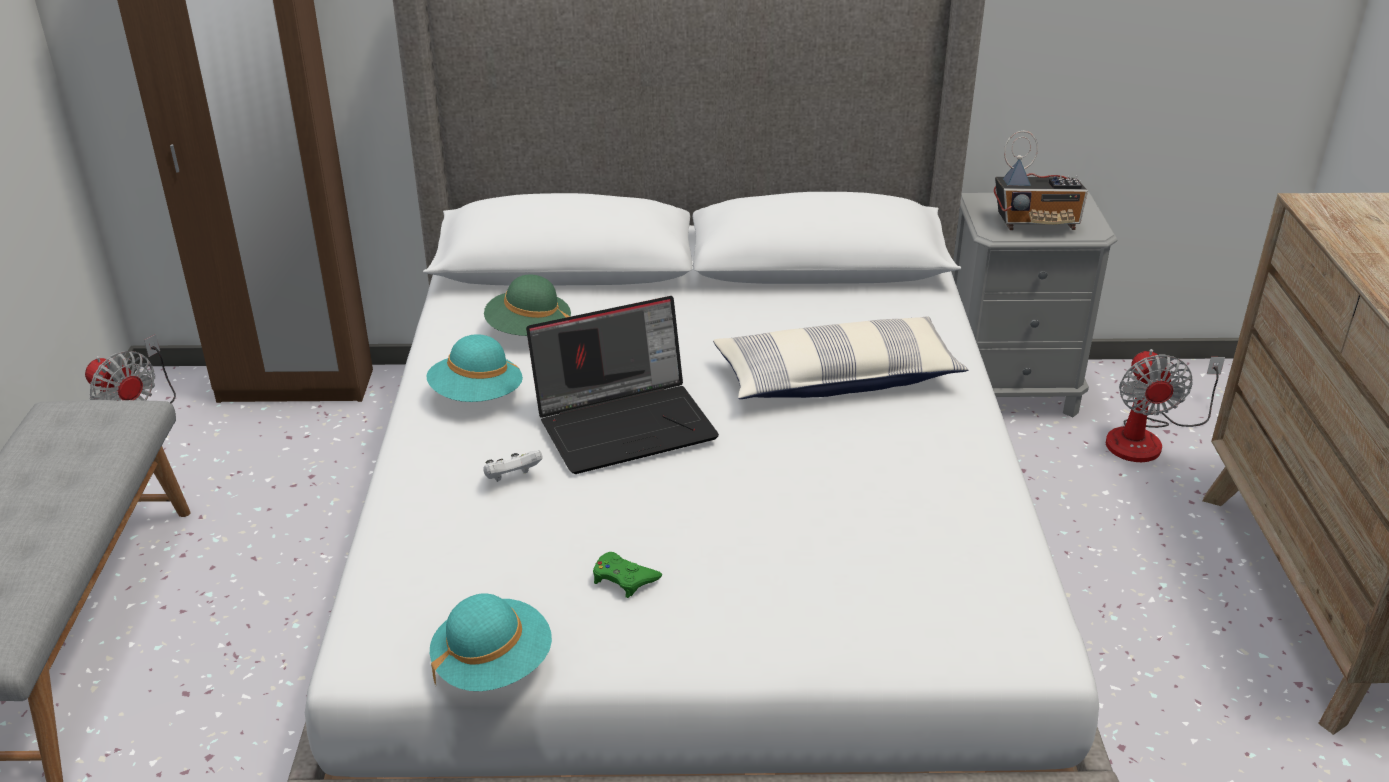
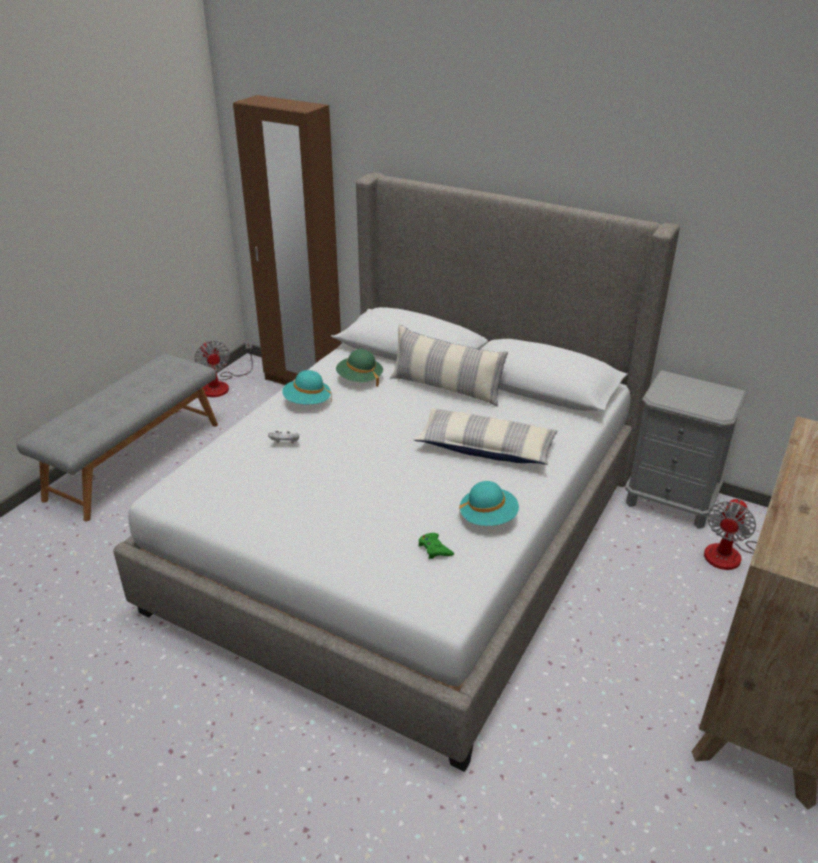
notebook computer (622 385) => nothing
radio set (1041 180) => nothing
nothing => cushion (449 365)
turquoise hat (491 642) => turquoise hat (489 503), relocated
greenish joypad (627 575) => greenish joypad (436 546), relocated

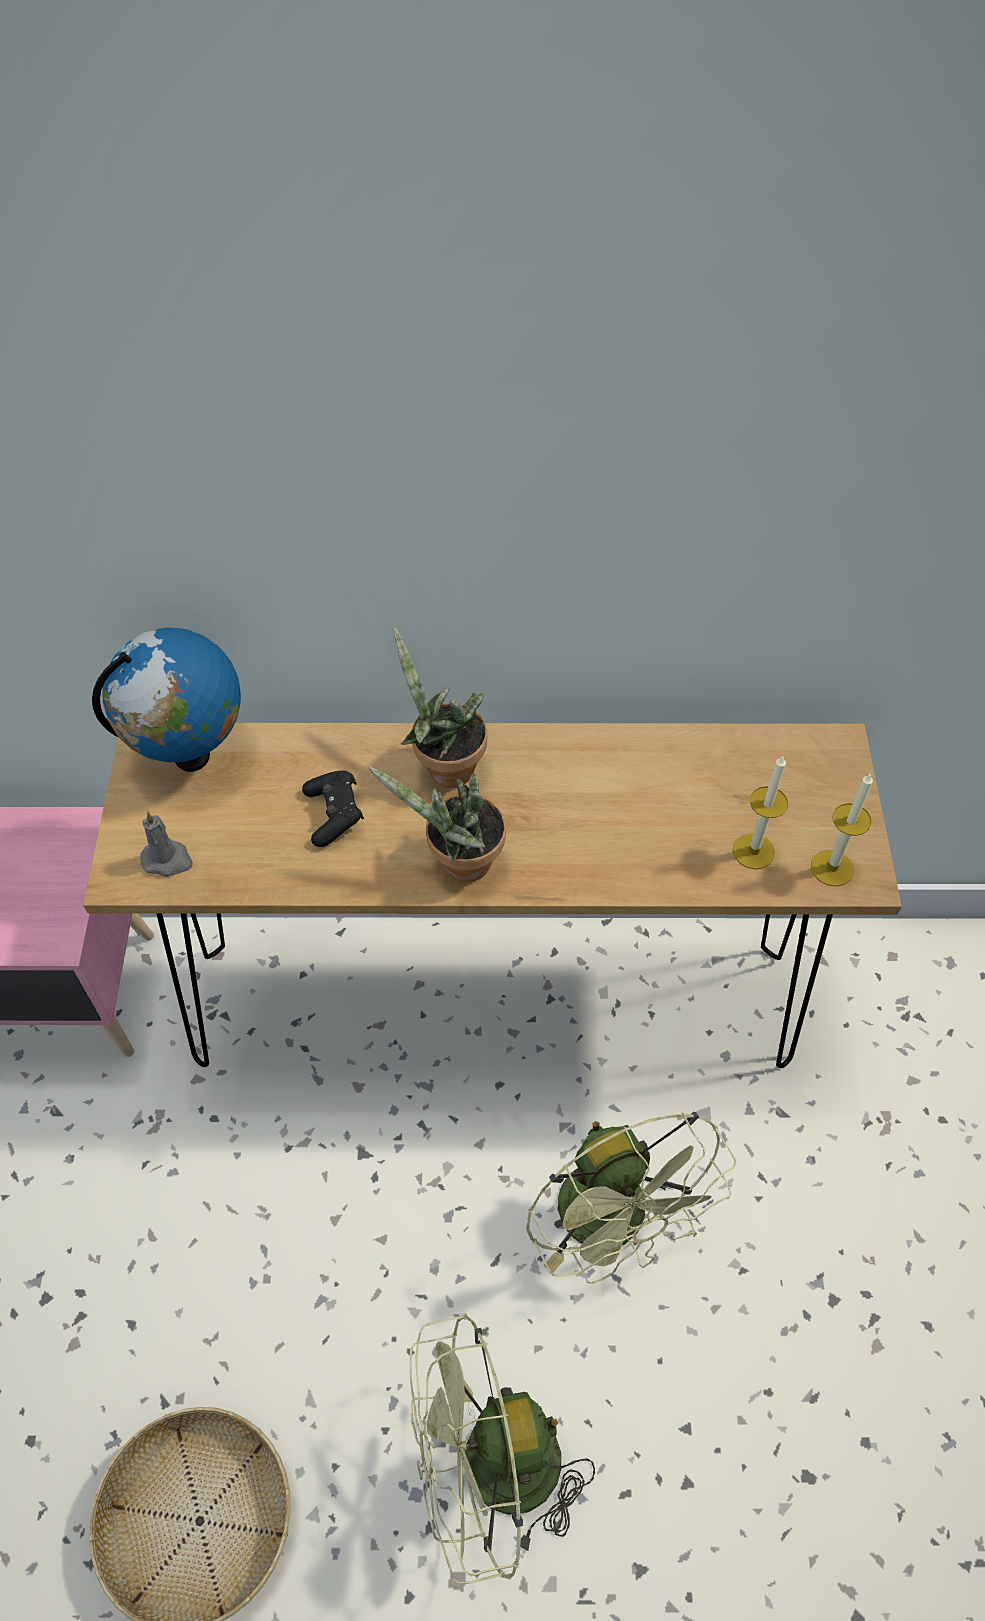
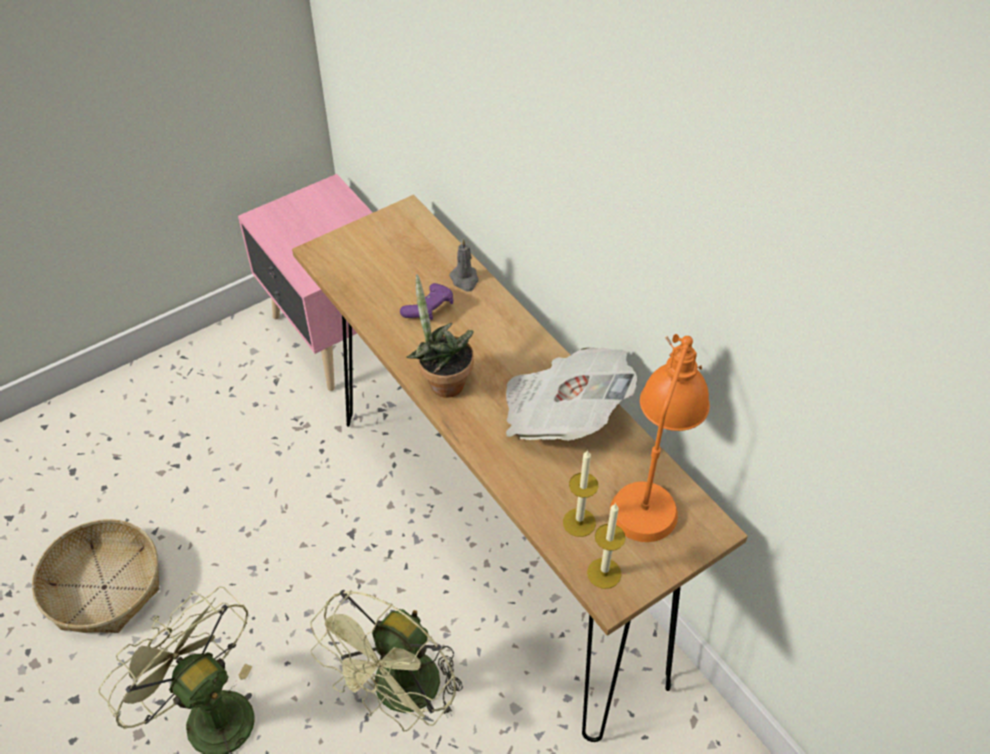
globe (166 699) => nothing
houseplant (440 707) => nothing
nothing => daily paper (571 394)
nothing => orange-coloured table lamp (660 438)
grey wax light (167 844) => grey wax light (463 264), relocated
black joypad (333 808) => purplish joypad (426 301)

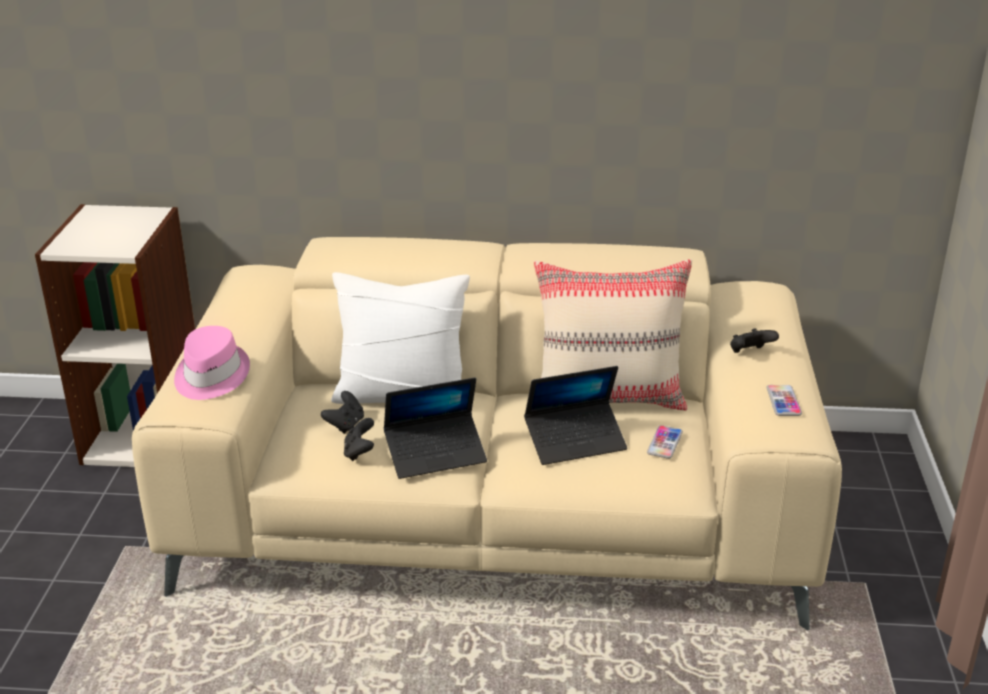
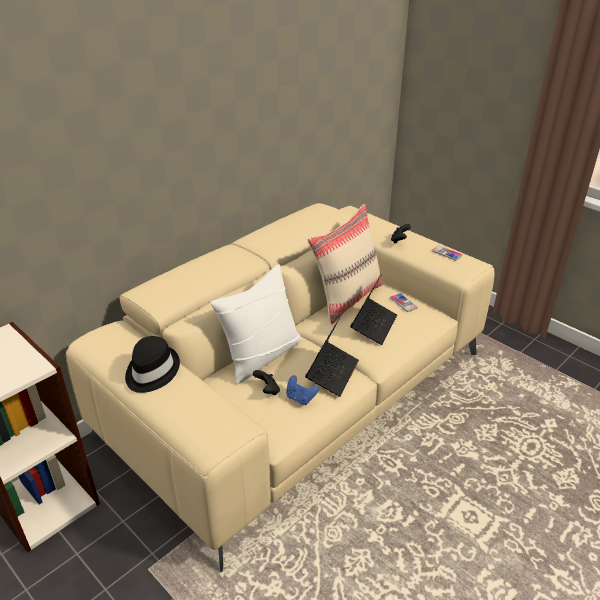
pink-coloured hat (212 363) => nothing
nothing => black hat (152 364)
black joypad (359 439) => bluish joypad (302 390)

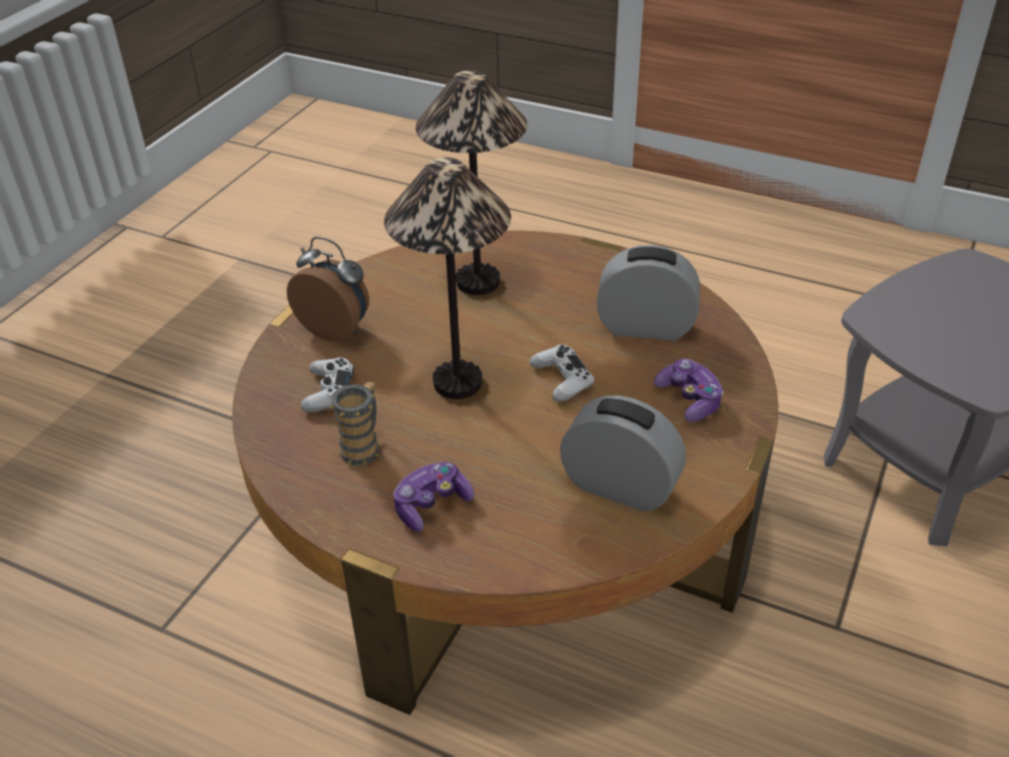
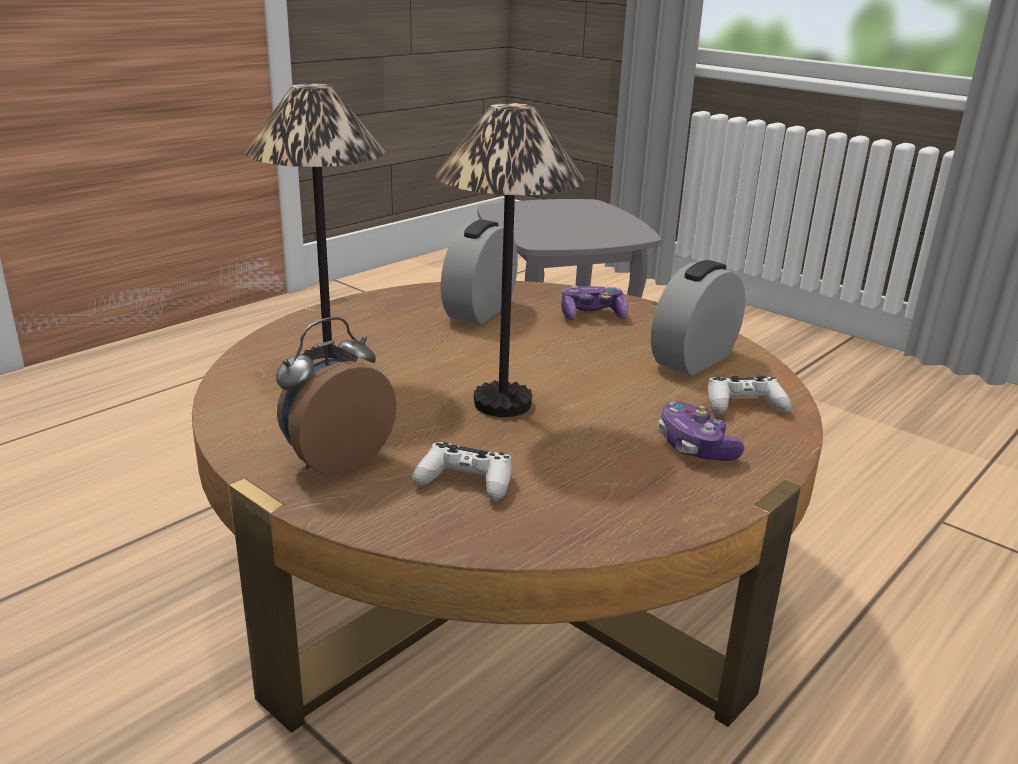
coffee mug (355 424) => nothing
white-coloured joypad (561 372) => white-coloured joypad (750 394), relocated

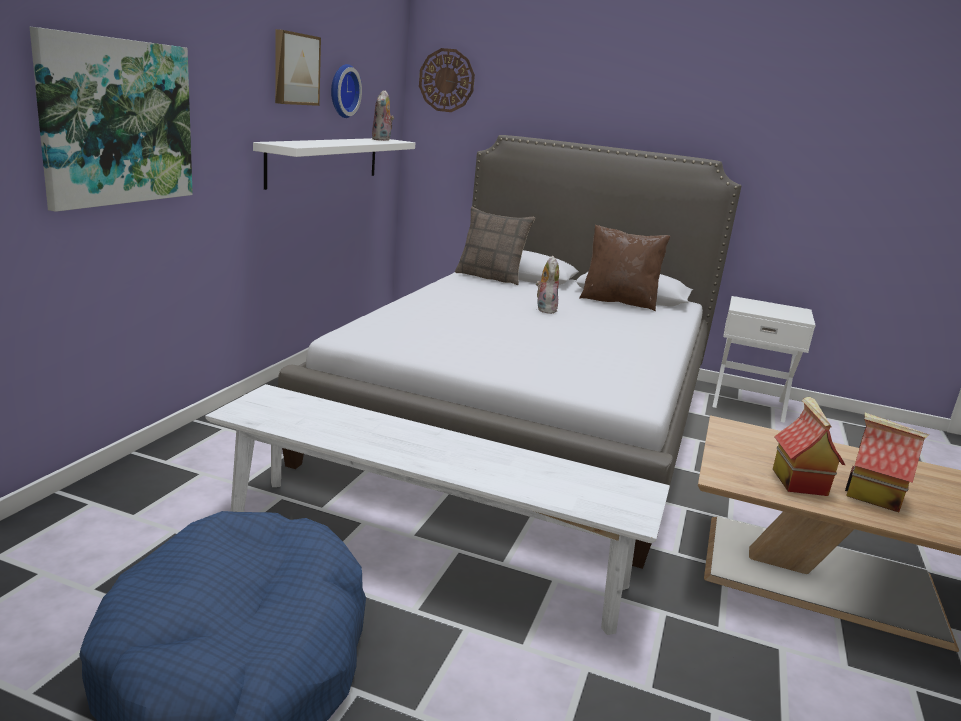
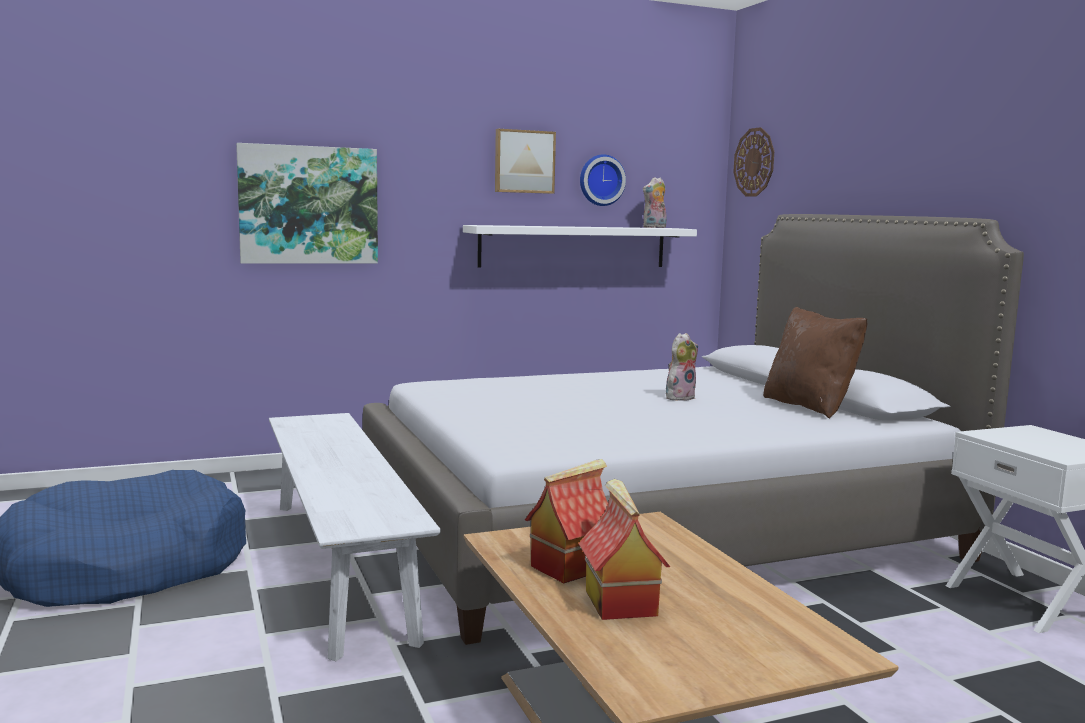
cushion (495 246) => nothing

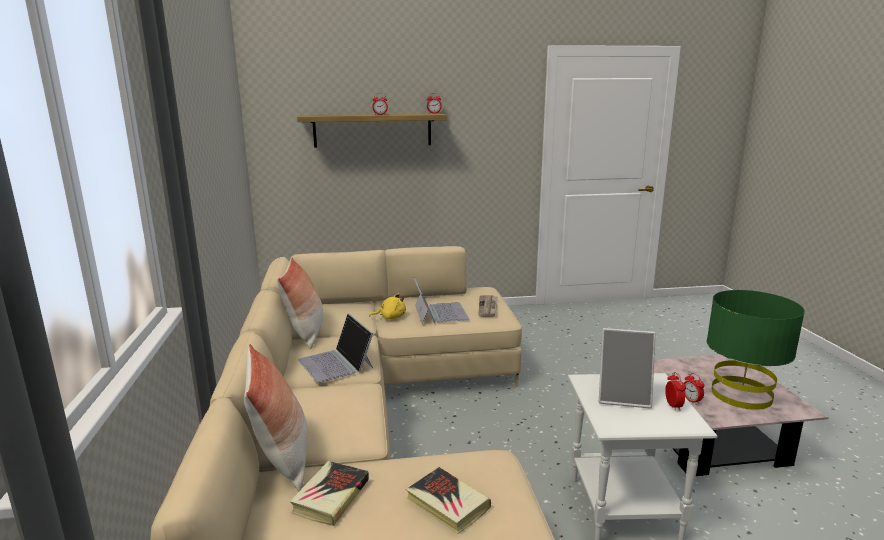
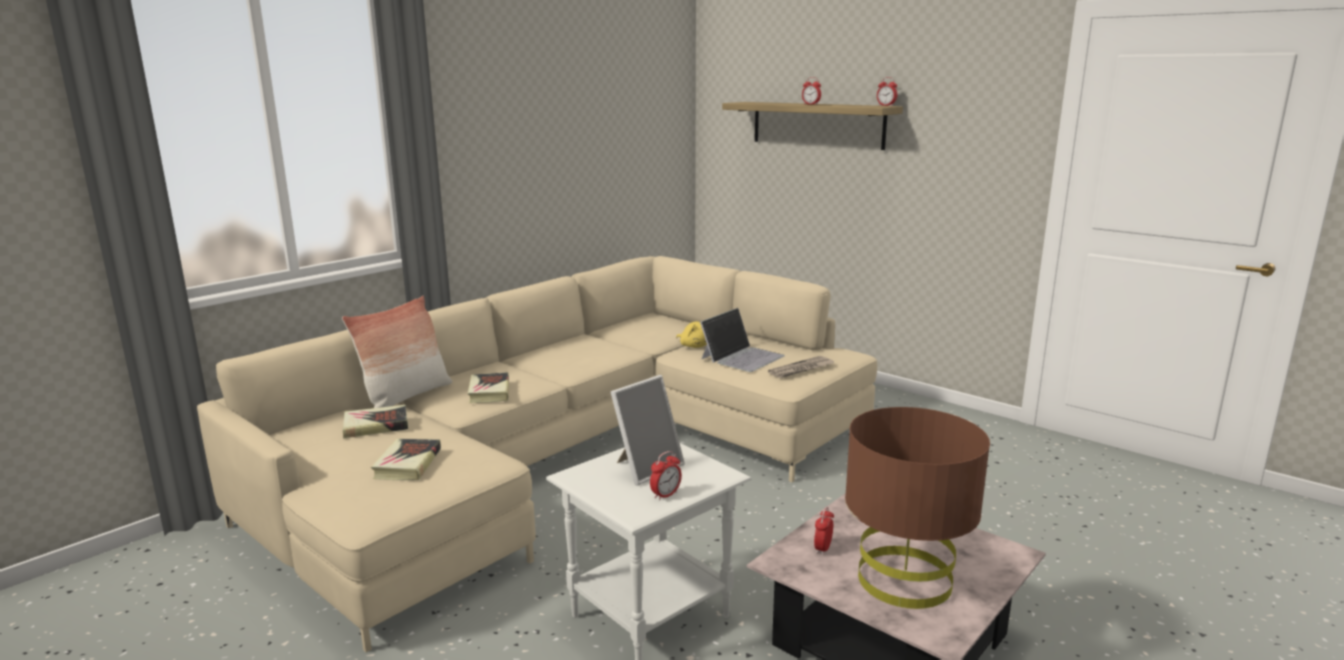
cushion (300 303) => nothing
notebook computer (335 348) => nothing
nothing => bound book (488 387)
greenish table lamp (755 350) => brownish table lamp (917 508)
standing frame (627 368) => standing frame (648 430), 105 degrees counterclockwise

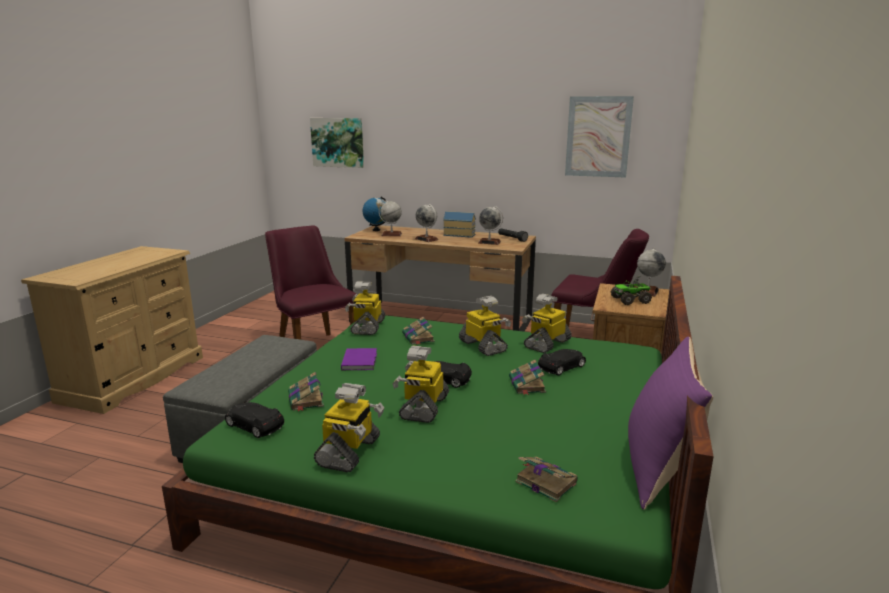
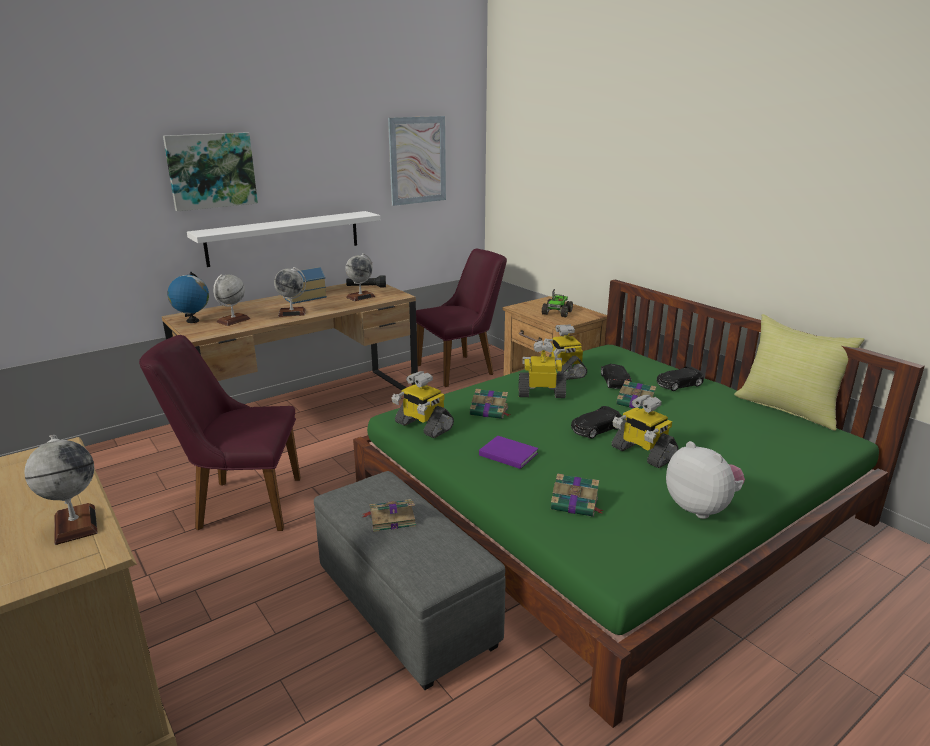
nothing => white-coloured wall shelf (283 239)
black miniature car (254 420) => black miniature car (680 378), relocated
wall art (337 143) => wall art (210 171), relocated
bound book (546 479) => bound book (389 515), relocated
globe (651 272) => globe (61 490), relocated
robot figure (349 428) => soft toy (705 480)
purplish cushion (670 423) => yellowish cushion (799 372)

